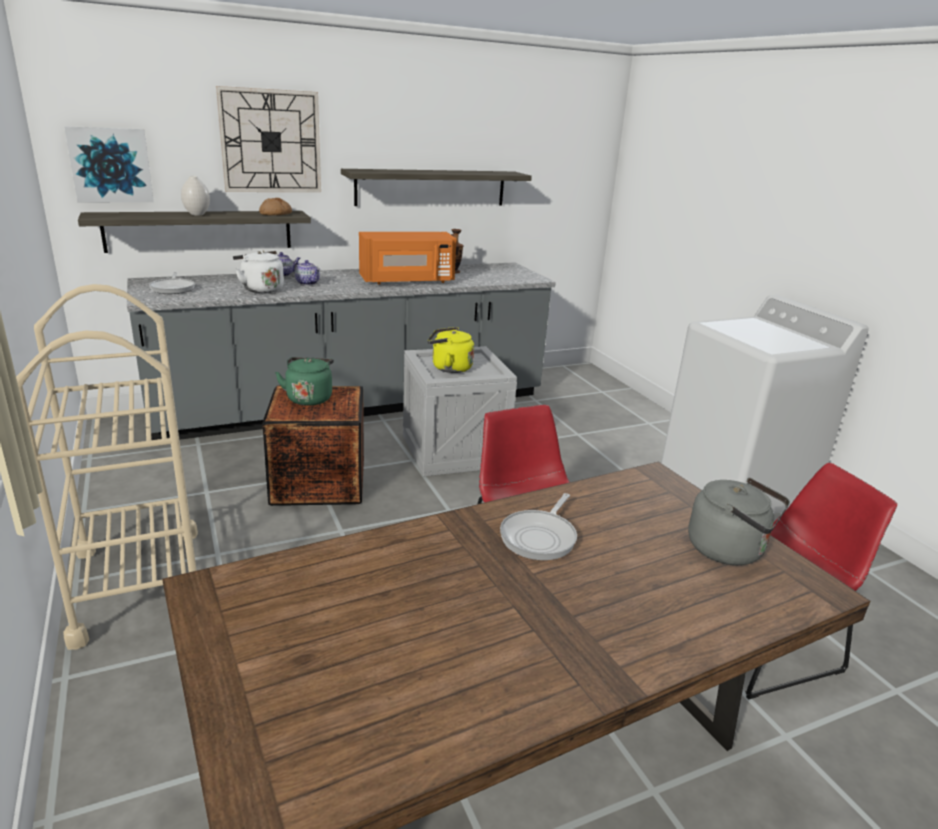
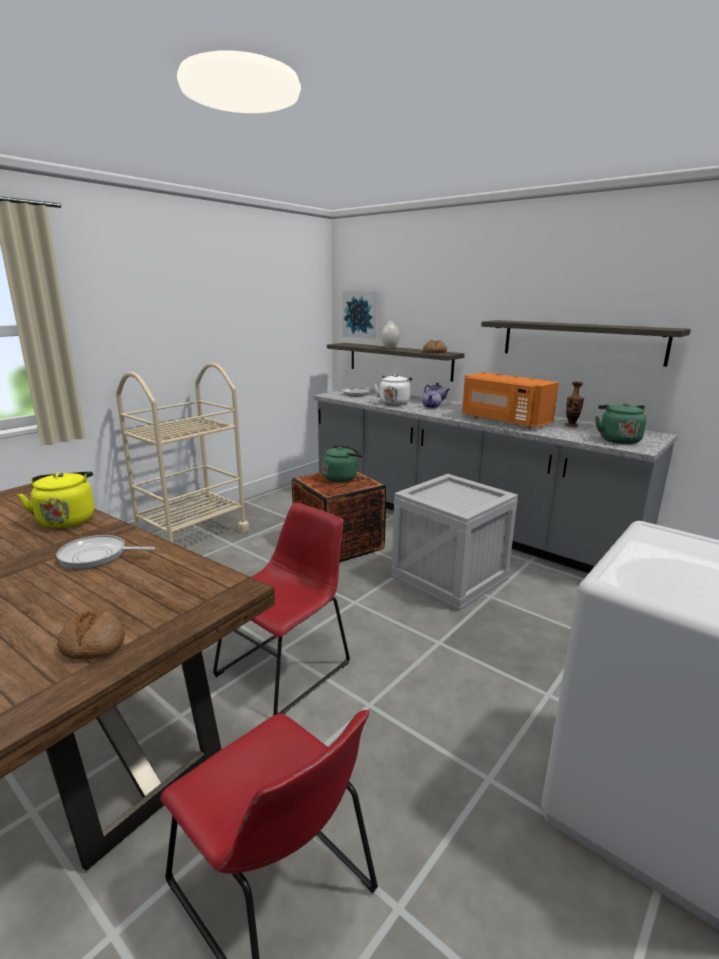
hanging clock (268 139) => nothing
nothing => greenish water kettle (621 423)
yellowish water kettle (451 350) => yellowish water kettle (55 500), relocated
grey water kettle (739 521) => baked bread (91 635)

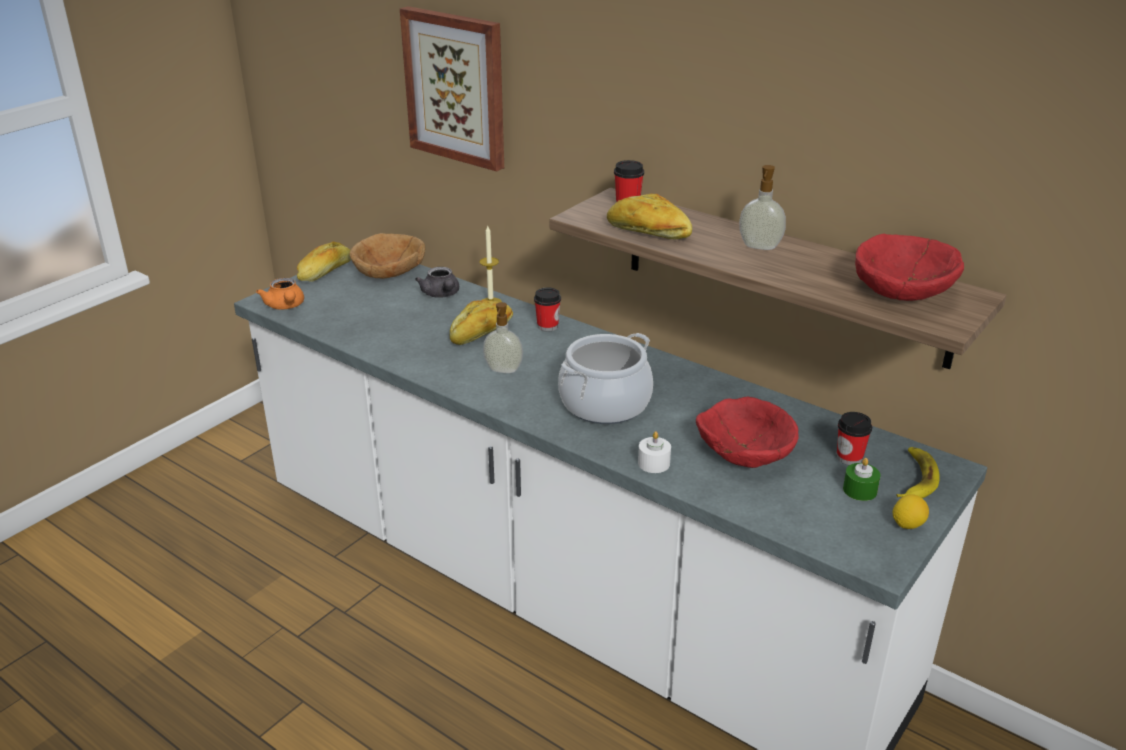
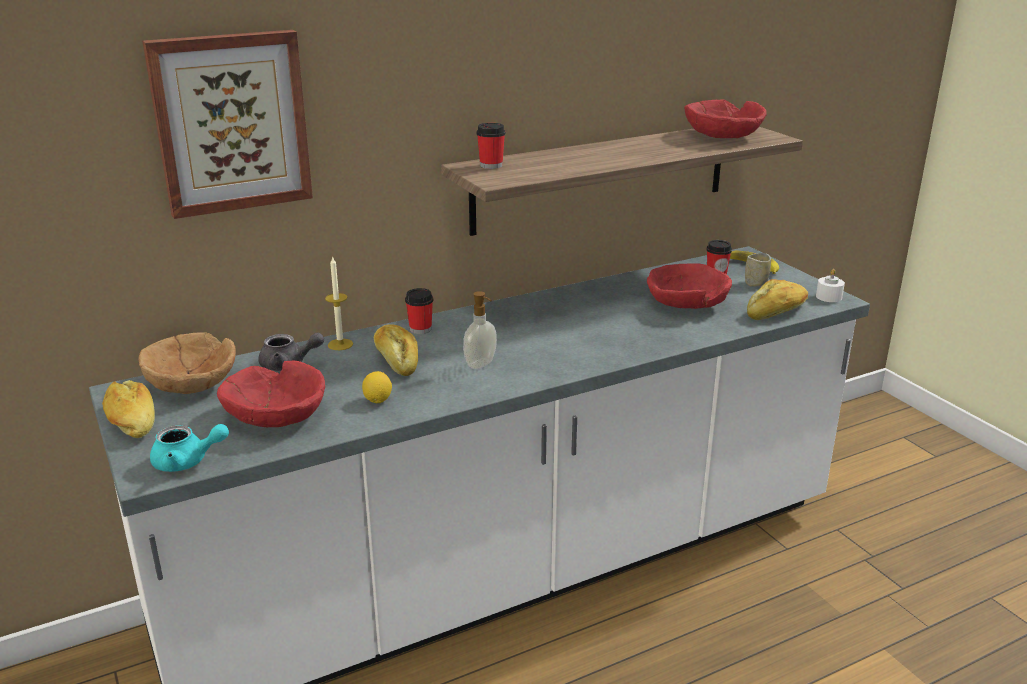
cooking pot (605 378) => nothing
liquid soap bottle (762 207) => nothing
nothing => red-coloured serving bowl (271 394)
baked bread (649 217) => baked bread (777 299), relocated
white-coloured wax light (654 452) => white-coloured wax light (830 285), relocated
lemon (910 511) => lemon (377 387), relocated
greenish wax light (862 479) => small cup (758 270)
orange-coloured teapot (280 293) => turquoise teapot (189 448)

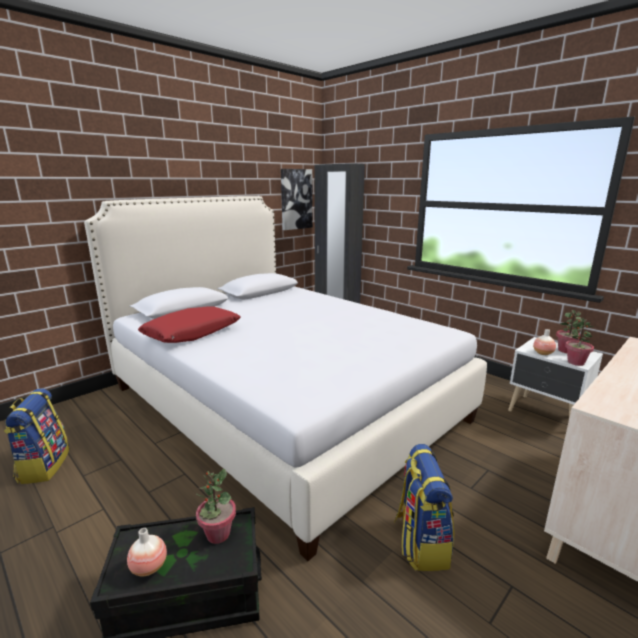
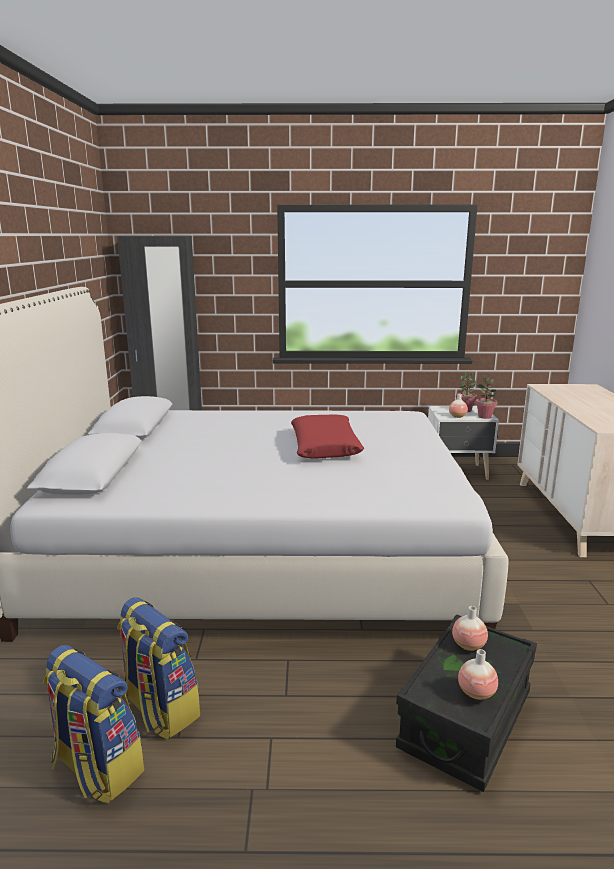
wall art (297 199) => nothing
red-coloured cushion (189 324) => red-coloured cushion (327 437), relocated
rucksack (424 507) => rucksack (158 668), relocated
houseplant (216 506) => vase (470 628)

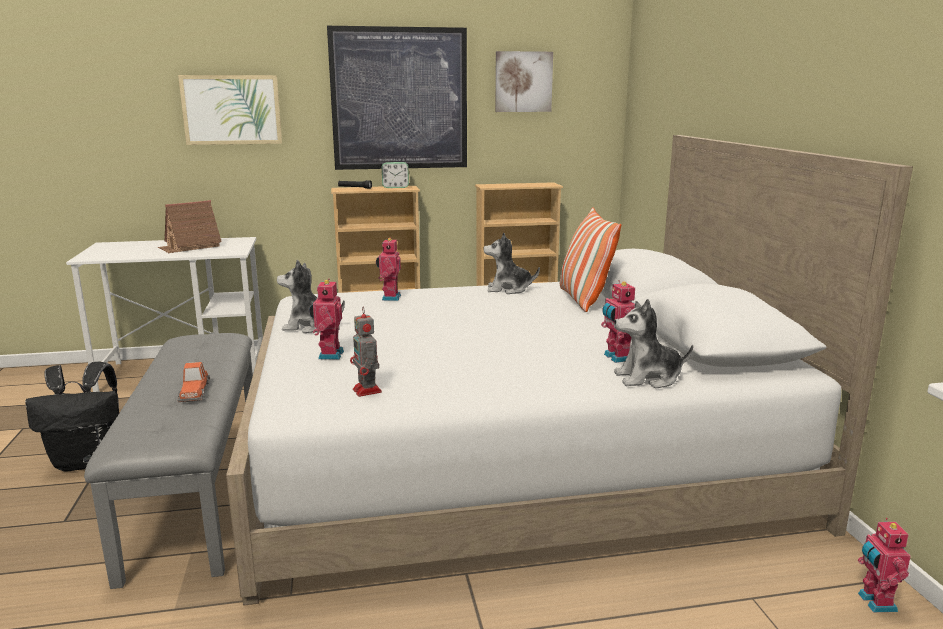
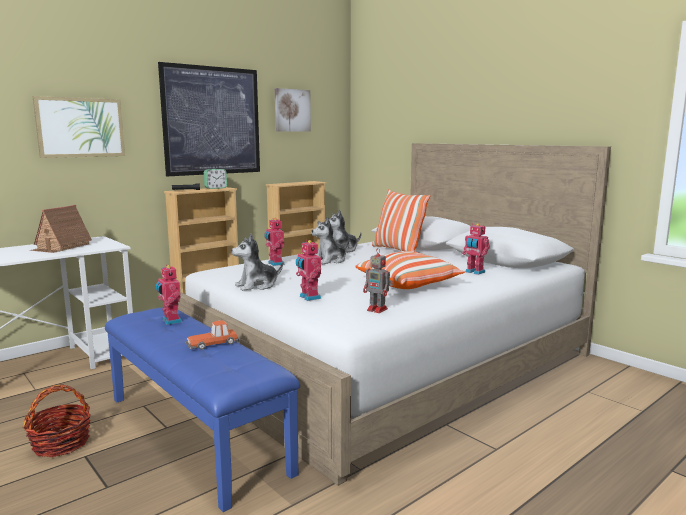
nothing => cushion (410 270)
soft toy (653 343) => soft toy (330 240), relocated
robot figure (884 565) => robot figure (168 295), relocated
black rucksack (72 417) => storage basket (57 420)
grey indoor bench (168 461) => bluish indoor bench (202 409)
miniature car (193 382) => miniature car (212 335), 105 degrees clockwise

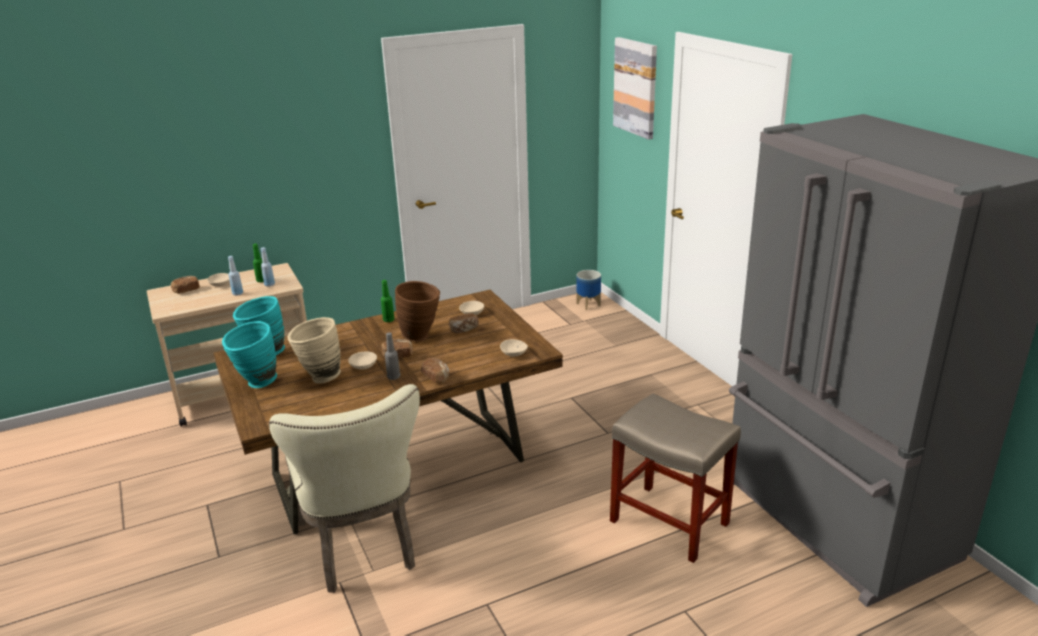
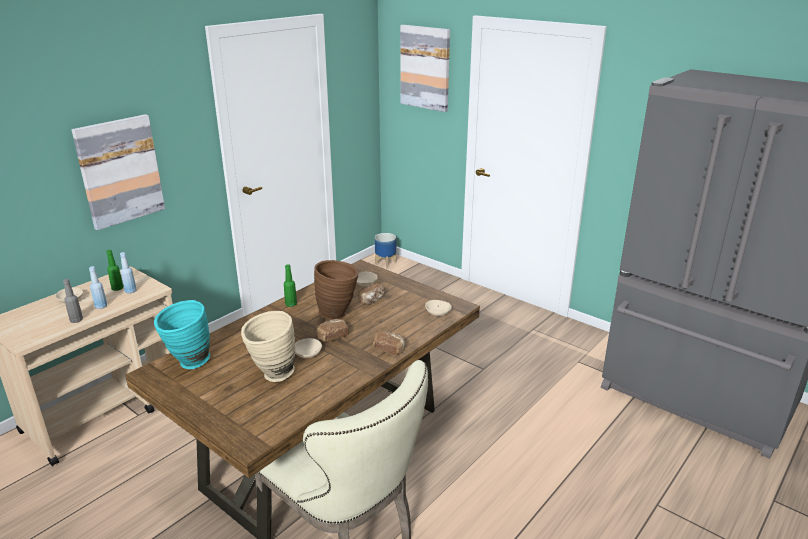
baked bread (185 285) => nothing
turquoise vase (249 354) => nothing
sand-coloured sitting stool (675 478) => nothing
nothing => wall art (118 172)
grey bottle (392 356) => grey bottle (73 301), relocated

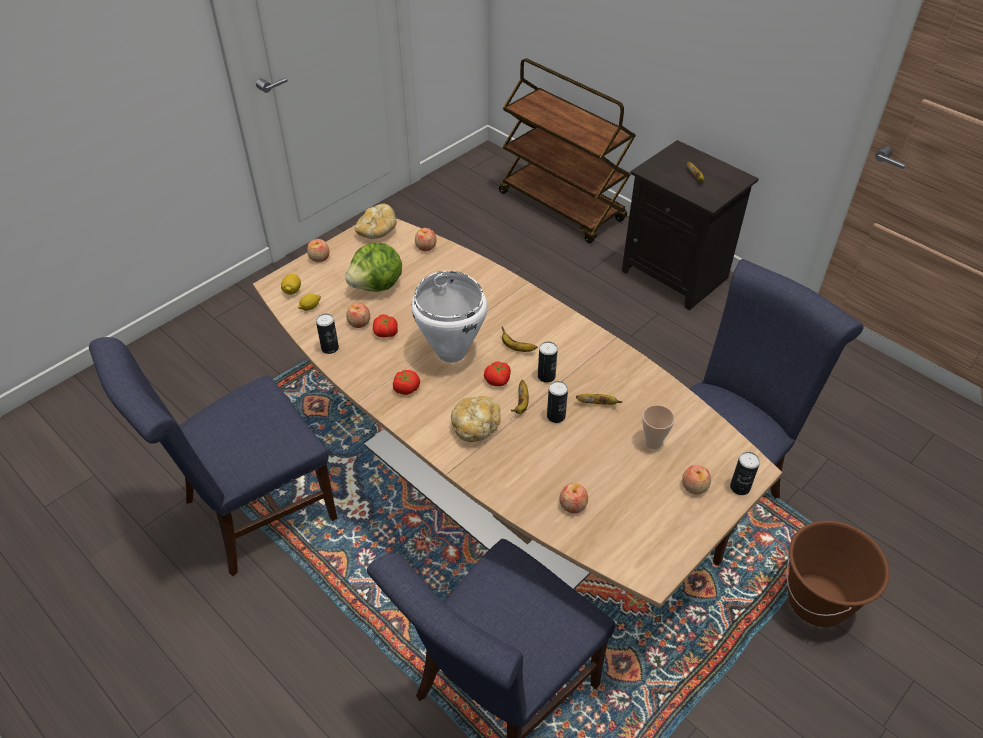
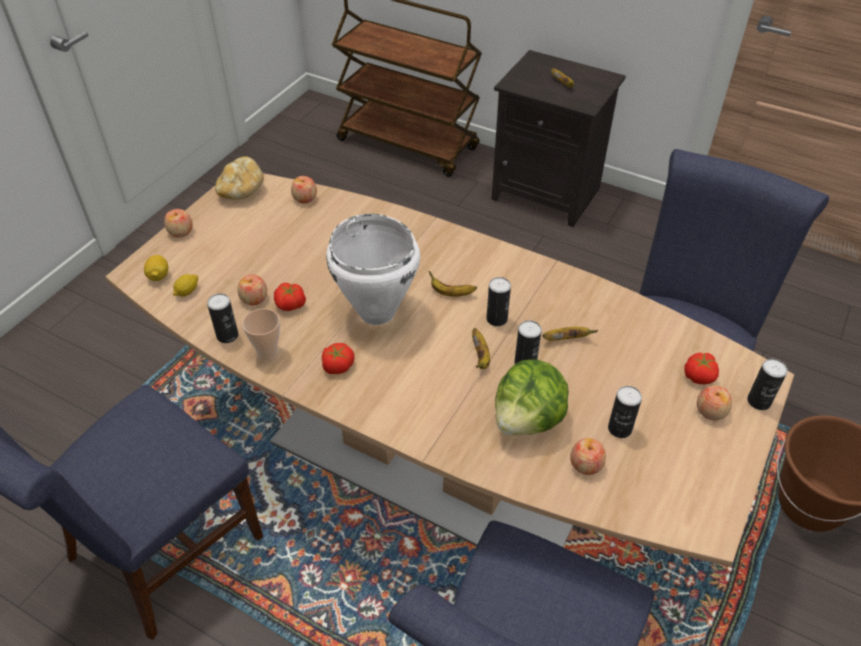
baked bread (476 419) => nothing
nothing => sealed can (625 412)
head of lettuce (373 267) => head of lettuce (532 397), relocated
fresh tomato (497 374) => fresh tomato (701 368), relocated
small cup (658 427) => small cup (261 334), relocated

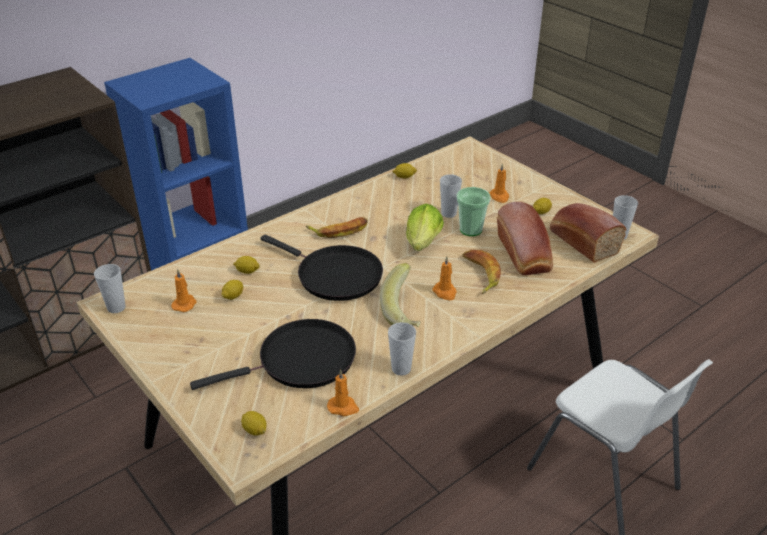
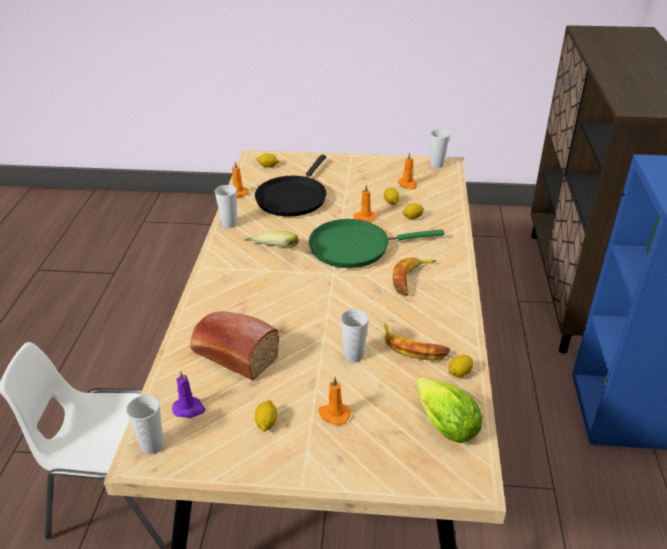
small cup (473 211) => nothing
head of lettuce (425 227) => head of lettuce (449 410), relocated
orange-coloured wax light (444 278) => orange-coloured wax light (365 203), relocated
banana (482 272) => banana (417 342), relocated
baked bread (588 233) => purplish wax light (189 394)
black frying pan (321 268) => greenish frying pan (376 243)

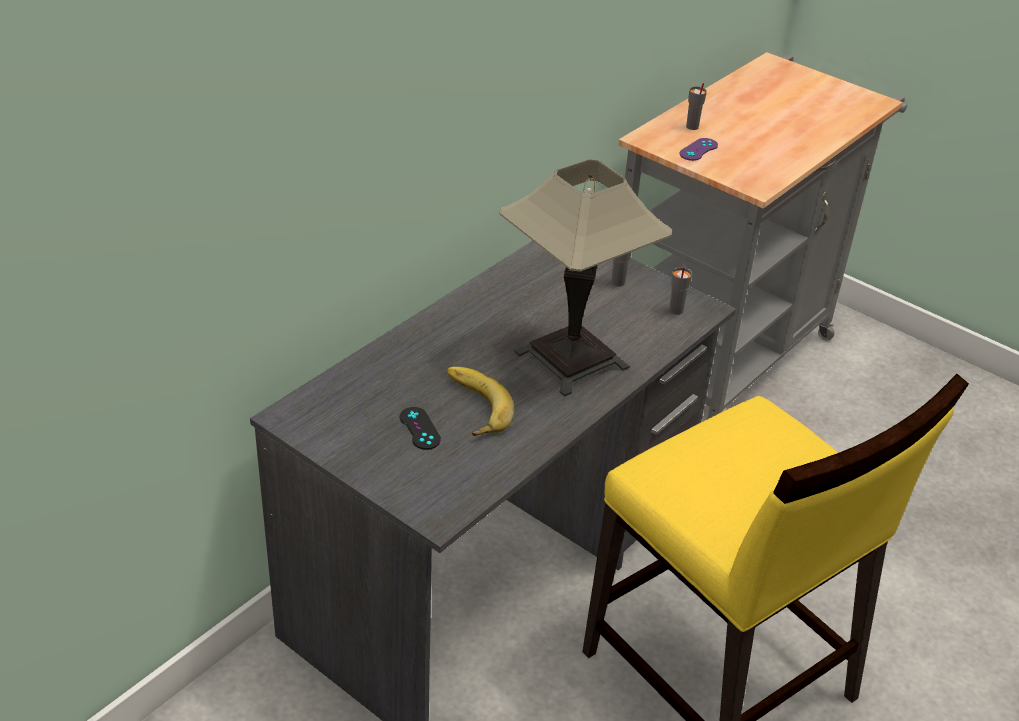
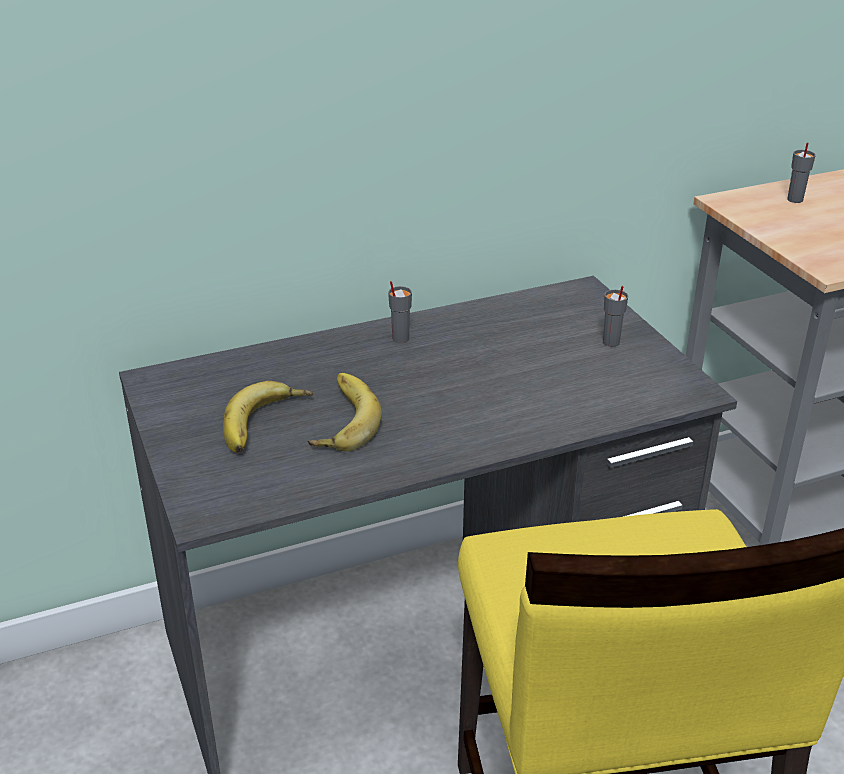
table lamp (586 278) => nothing
purplish joypad (698 149) => nothing
grey small cup (680 291) => grey small cup (400 312), relocated
black joypad (420 428) => banana (268 417)

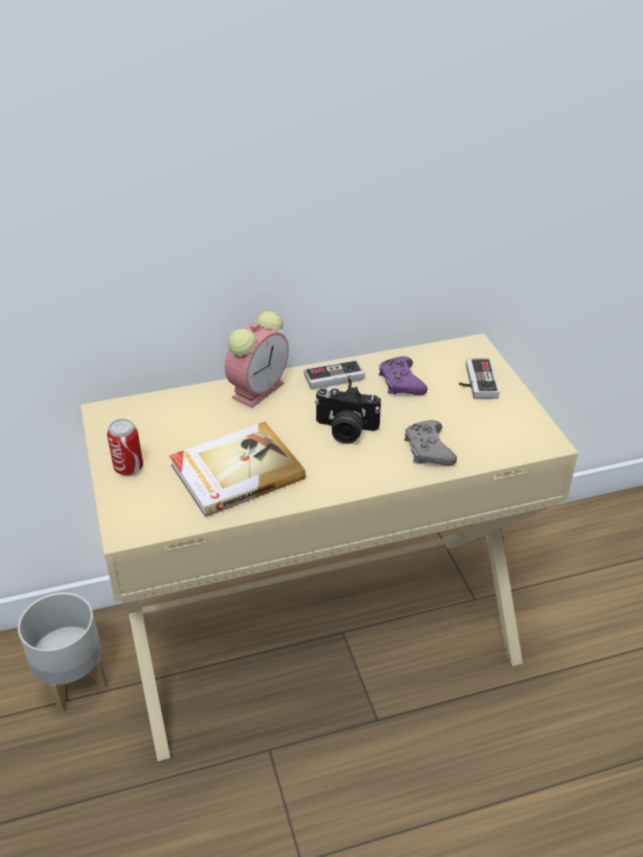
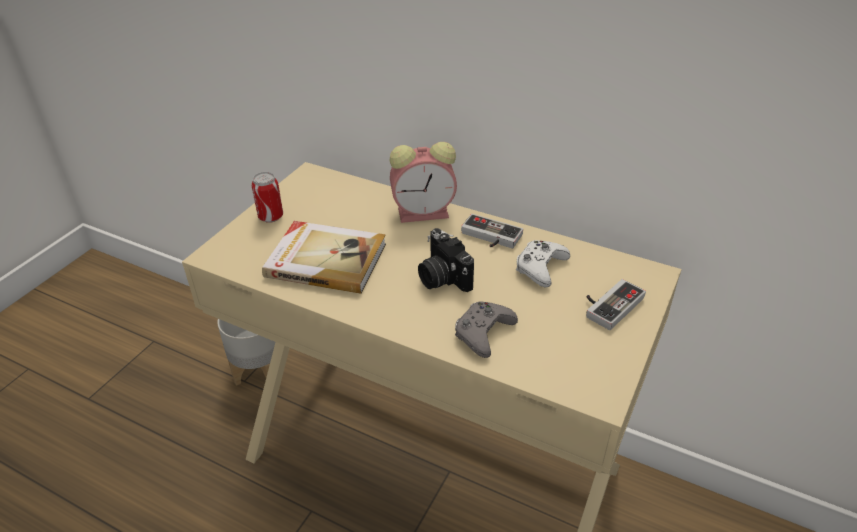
purplish joypad (403 375) => white-coloured joypad (543 264)

